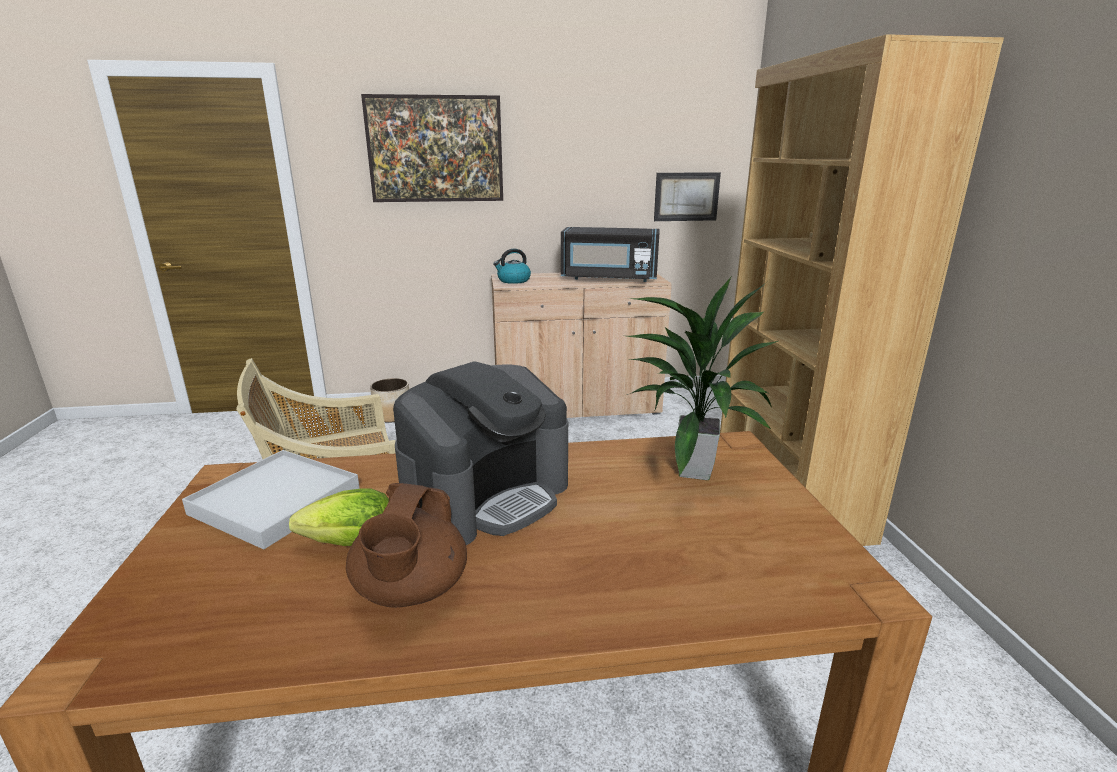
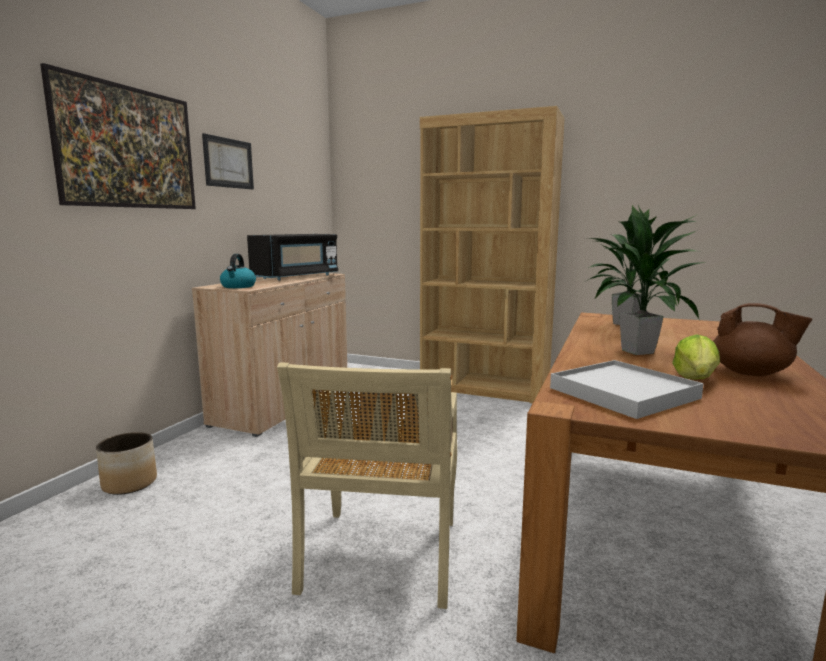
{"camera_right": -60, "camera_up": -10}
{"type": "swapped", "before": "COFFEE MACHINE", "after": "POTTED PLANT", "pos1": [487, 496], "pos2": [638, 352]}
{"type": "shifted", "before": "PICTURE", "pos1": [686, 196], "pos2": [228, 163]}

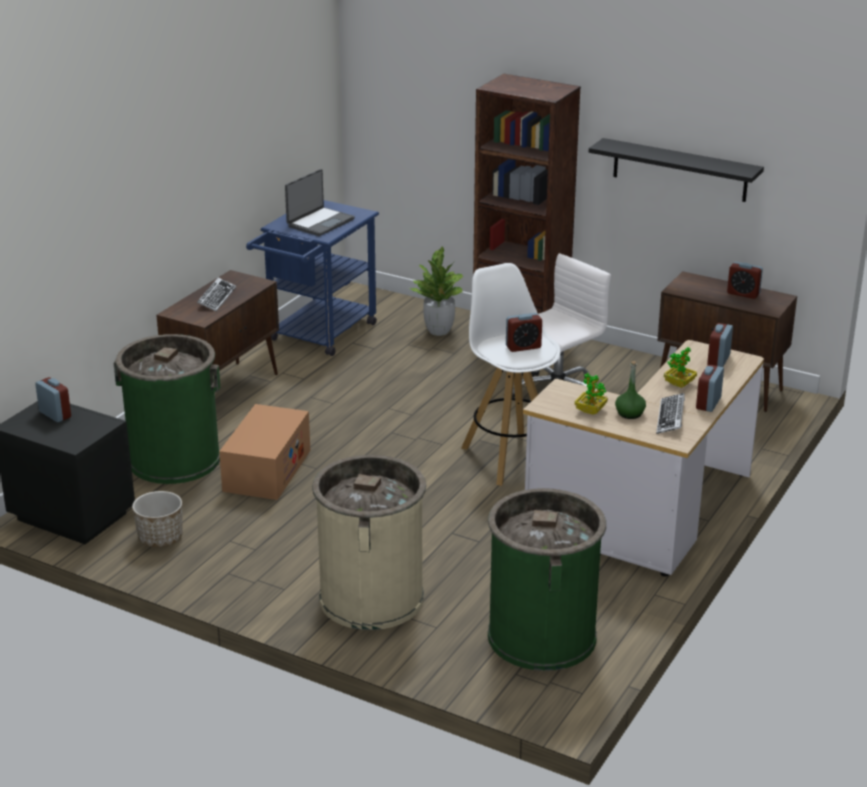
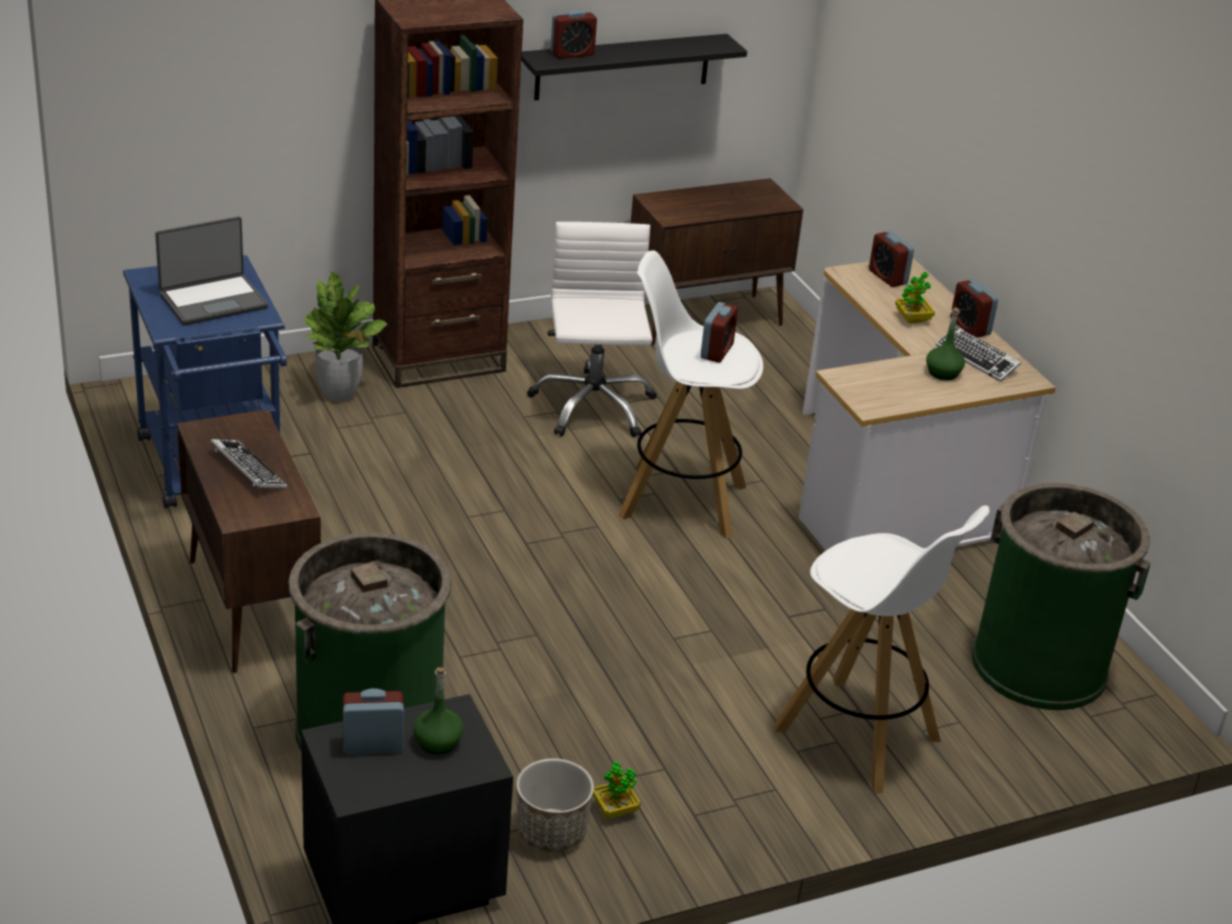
{"camera_right": -55, "camera_up": 5}
{"type": "gone", "before": "CARDBOARD BOX", "pos1": [267, 470]}
{"type": "rotated", "before": "LAPTOP", "pos1": [320, 222], "pos2": [213, 301], "turn": 75}
{"type": "swapped", "before": "BEIGE TRASH CAN", "after": "WHITE STOOL", "pos1": [371, 597], "pos2": [859, 735]}
{"type": "shifted", "before": "POTTED PLANT", "pos1": [590, 411], "pos2": [614, 810]}
{"type": "shifted", "before": "ALARM CLOCK", "pos1": [743, 294], "pos2": [572, 54]}
{"type": "new", "after": "GREEN BOTTLE", "pos2": [438, 742]}

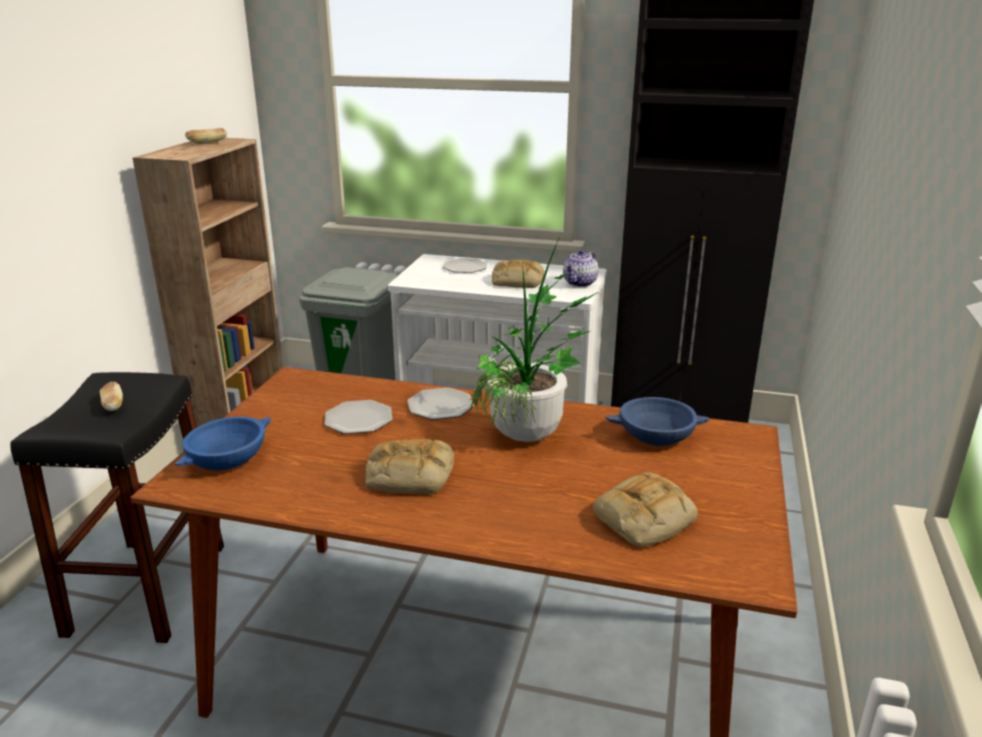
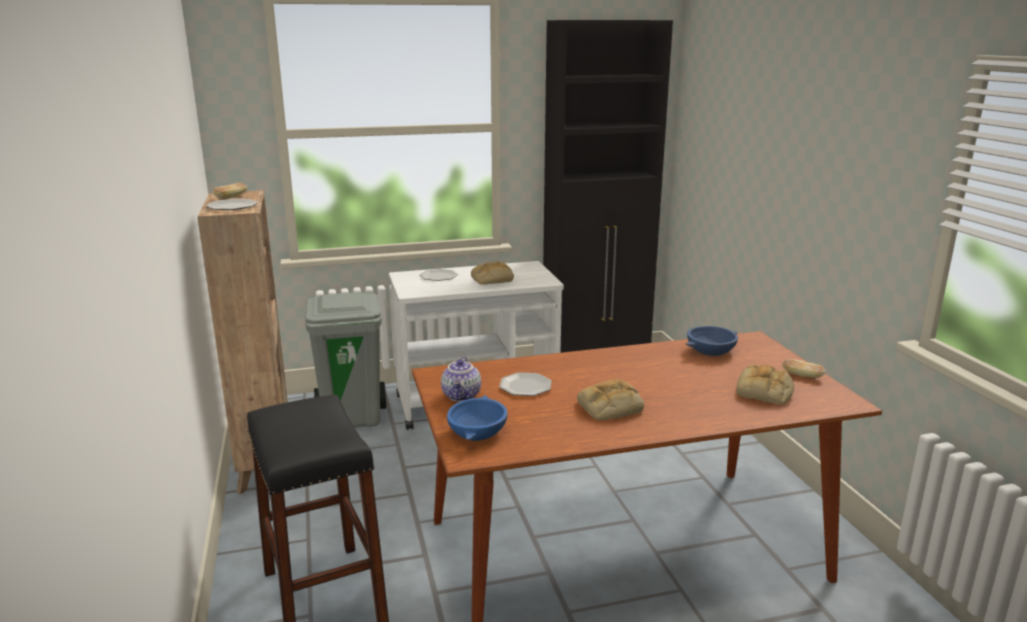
{"camera_right": -30, "camera_up": -5}
{"type": "shifted", "before": "BREAD", "pos1": [113, 405], "pos2": [802, 376]}
{"type": "shifted", "before": "PLATE", "pos1": [440, 406], "pos2": [232, 207]}
{"type": "gone", "before": "POTTED PLANT", "pos1": [526, 442]}
{"type": "shifted", "before": "TEAPOT", "pos1": [580, 283], "pos2": [462, 396]}

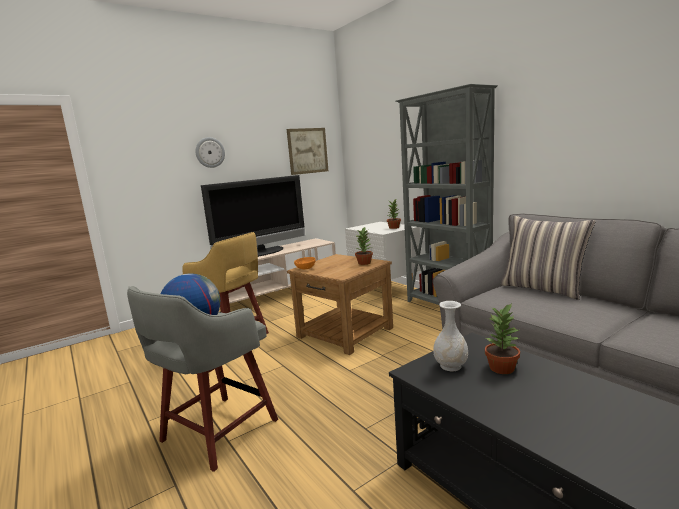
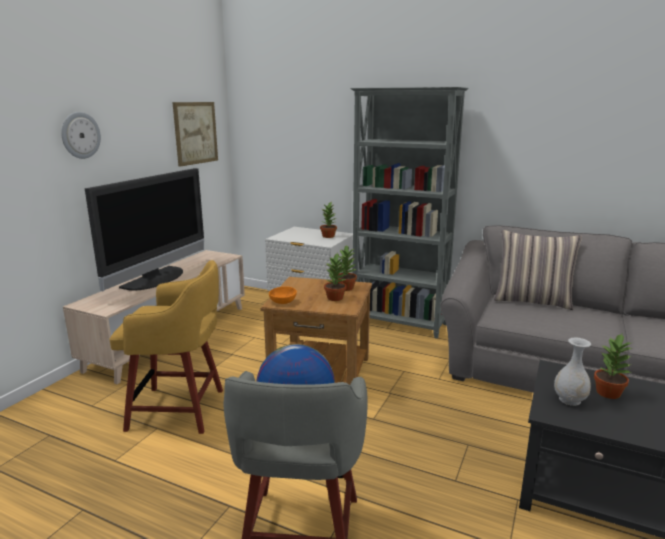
{"camera_right": -30, "camera_up": 5}
{"type": "new", "after": "POTTED PLANT", "pos2": [335, 298]}

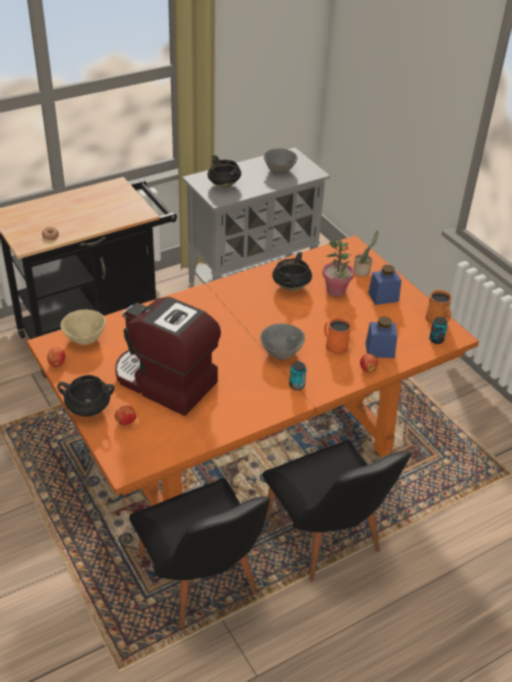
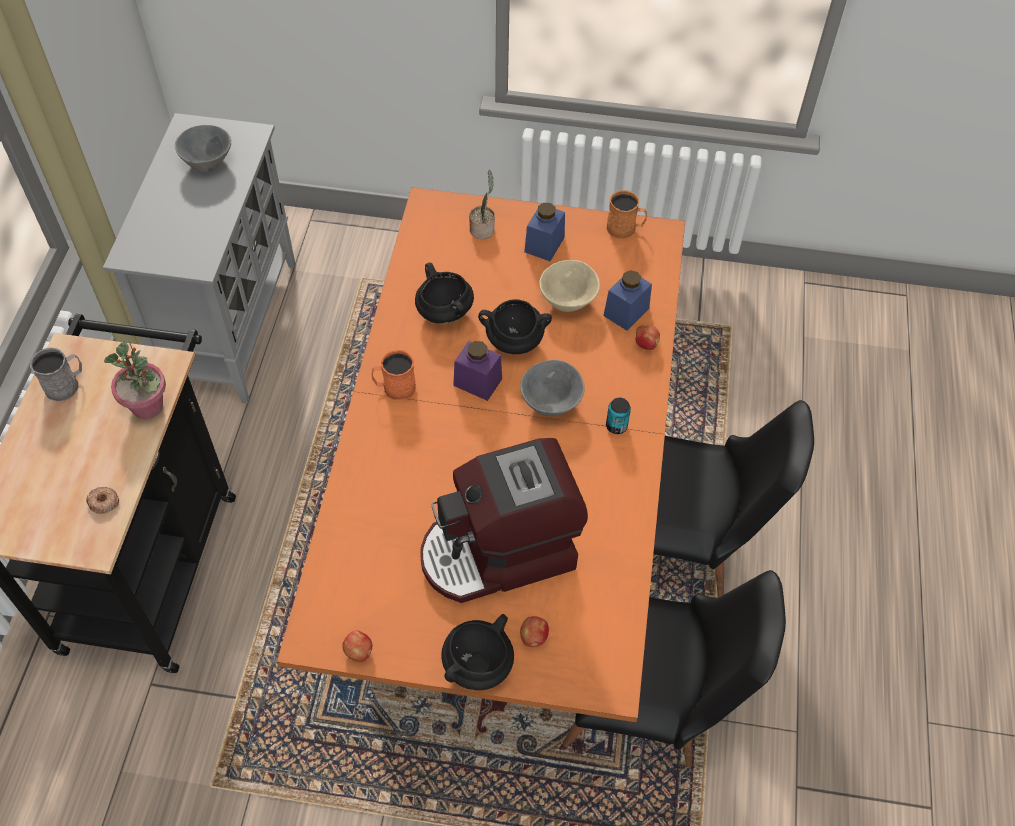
{"camera_right": -50, "camera_up": 15}
{"type": "shifted", "before": "BEIGE BOWL", "pos1": [84, 338], "pos2": [566, 300]}
{"type": "shifted", "before": "BLACK COOKING POT", "pos1": [223, 184], "pos2": [513, 342]}
{"type": "shifted", "before": "POTTED PLANT", "pos1": [336, 291], "pos2": [148, 406]}
{"type": "shifted", "before": "ORANGE MUG", "pos1": [334, 345], "pos2": [394, 388]}
{"type": "gone", "before": "CAN", "pos1": [436, 340]}
{"type": "new", "after": "GREY MUG", "pos2": [66, 385]}
{"type": "new", "after": "PURPLE JAR", "pos2": [477, 382]}

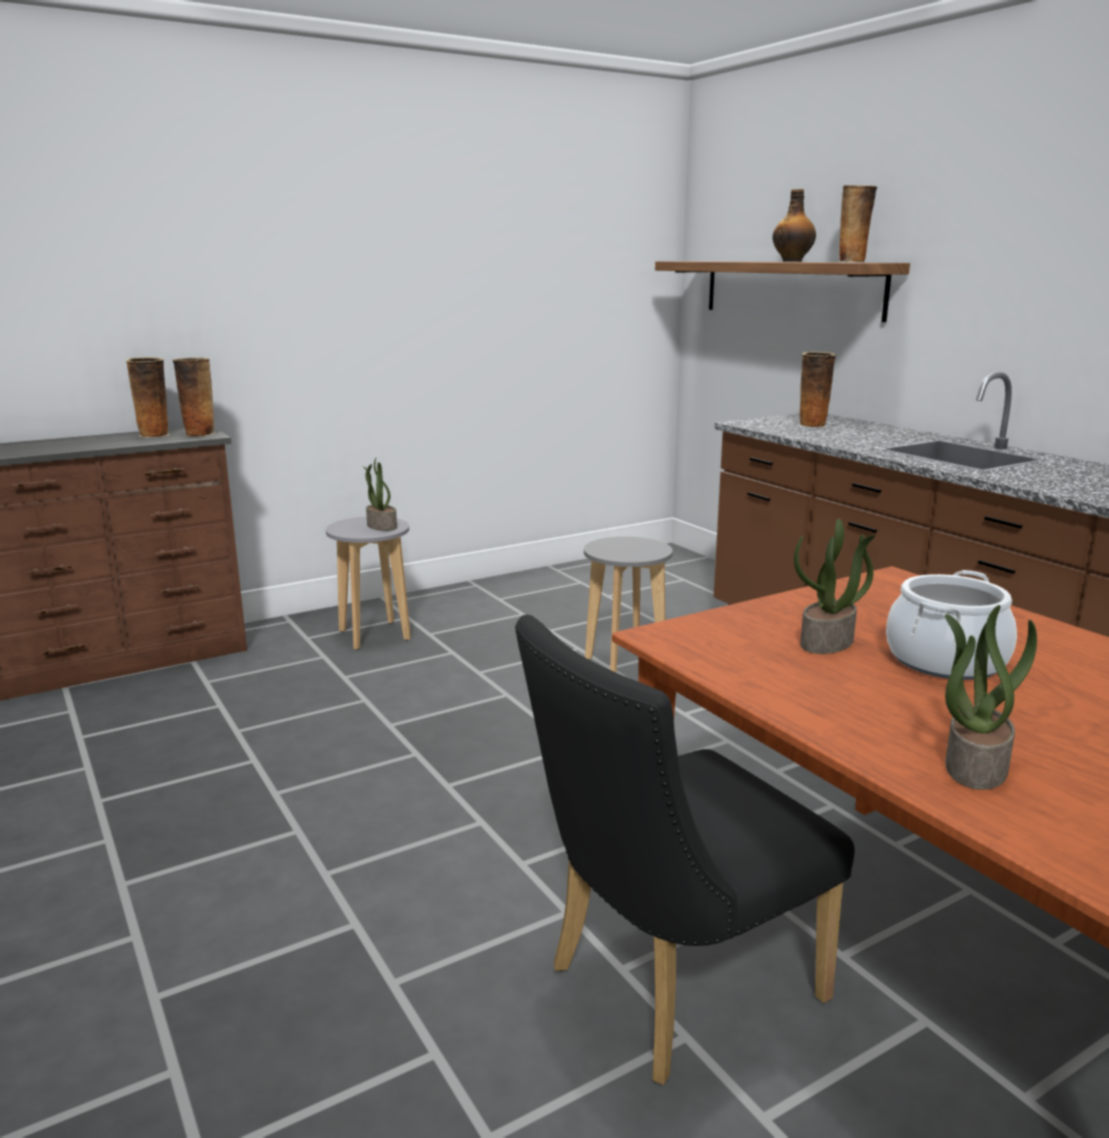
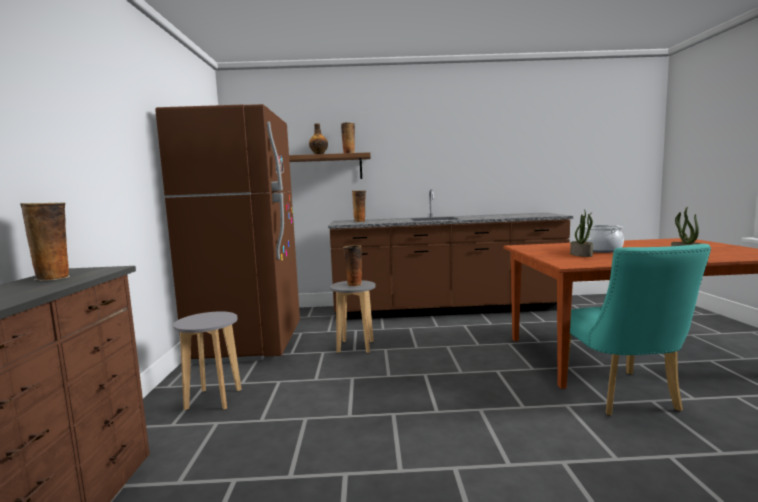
{"camera_right": -60, "camera_up": -10}
{"type": "shifted", "before": "VASE", "pos1": [199, 434], "pos2": [353, 284]}
{"type": "gone", "before": "POTTED PLANT", "pos1": [381, 526]}
{"type": "repainted", "before": "BLACK CHAIR", "after": "TURQUOISE CHAIR", "pos1": [668, 989], "pos2": [623, 397]}
{"type": "new", "after": "BROWN FRIDGE", "pos2": [249, 343]}

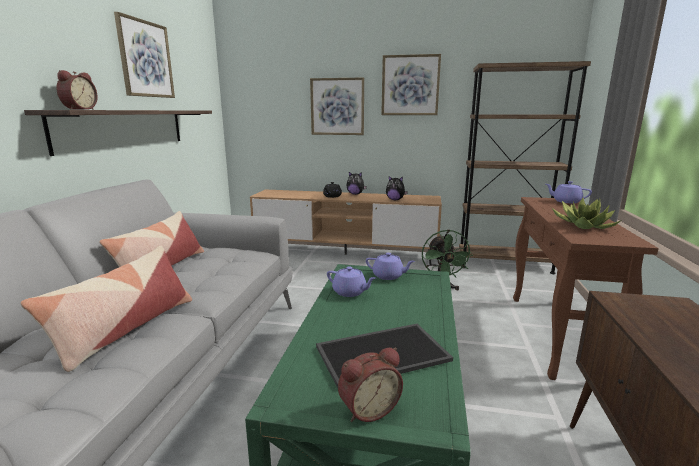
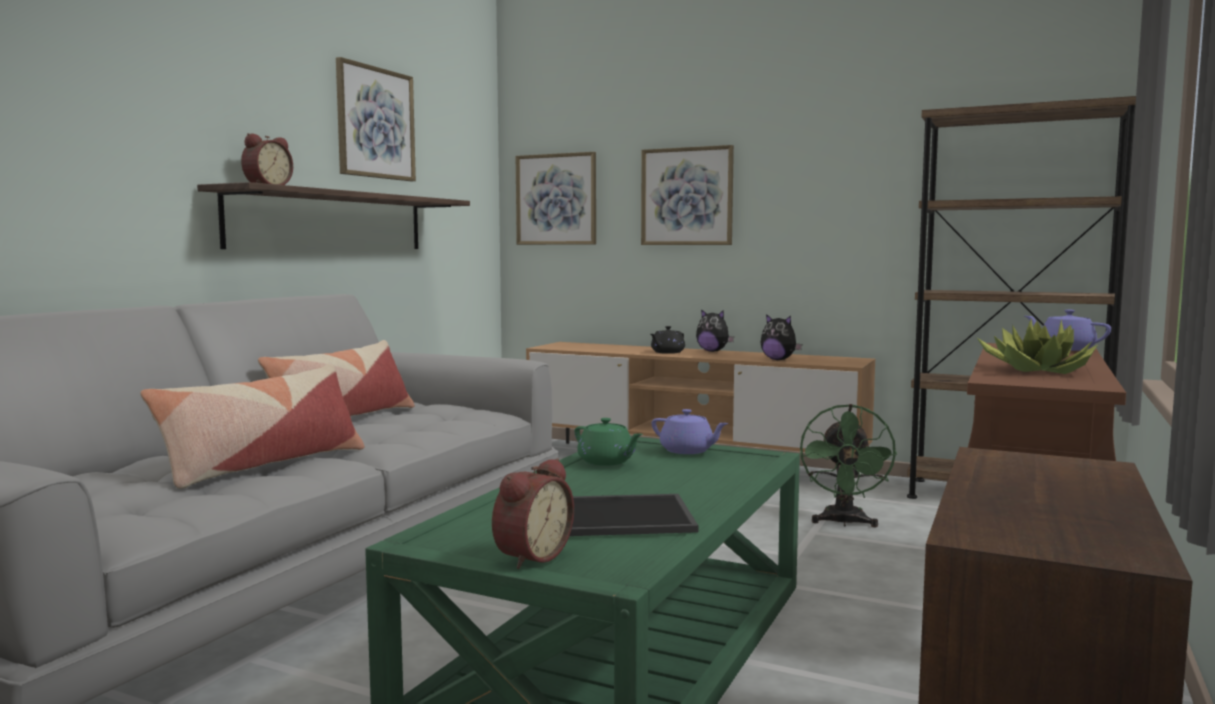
{"camera_right": 15, "camera_up": -10}
{"type": "repainted", "before": "PURPLE TEAPOT", "after": "GREEN TEAPOT", "pos1": [350, 292], "pos2": [607, 462]}
{"type": "rotated", "before": "ALARM CLOCK", "pos1": [368, 408], "pos2": [530, 556], "turn": -45}
{"type": "shifted", "before": "PICTURE", "pos1": [410, 85], "pos2": [556, 199]}

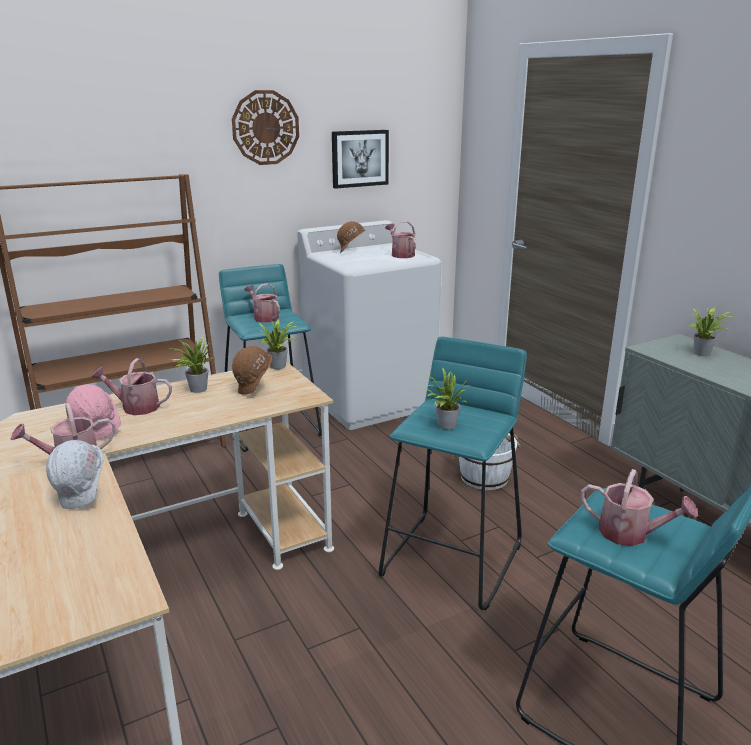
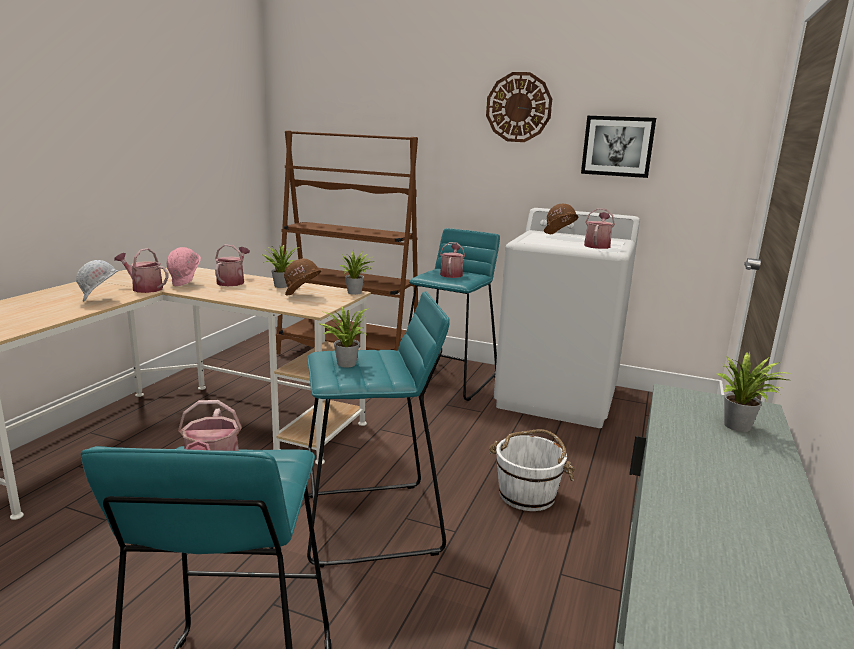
{"camera_right": 50, "camera_up": -5}
{"type": "rotated", "before": "WATERING CAN", "pos1": [135, 407], "pos2": [232, 282], "turn": 45}

